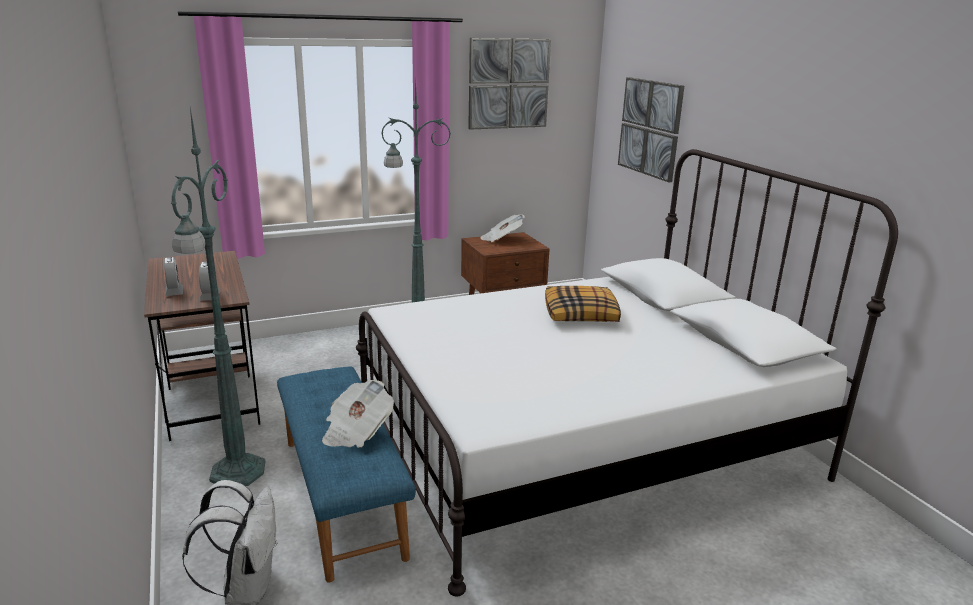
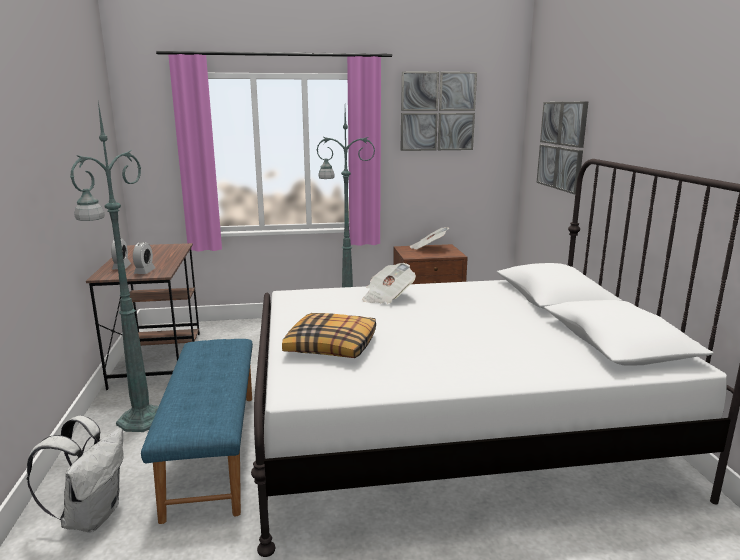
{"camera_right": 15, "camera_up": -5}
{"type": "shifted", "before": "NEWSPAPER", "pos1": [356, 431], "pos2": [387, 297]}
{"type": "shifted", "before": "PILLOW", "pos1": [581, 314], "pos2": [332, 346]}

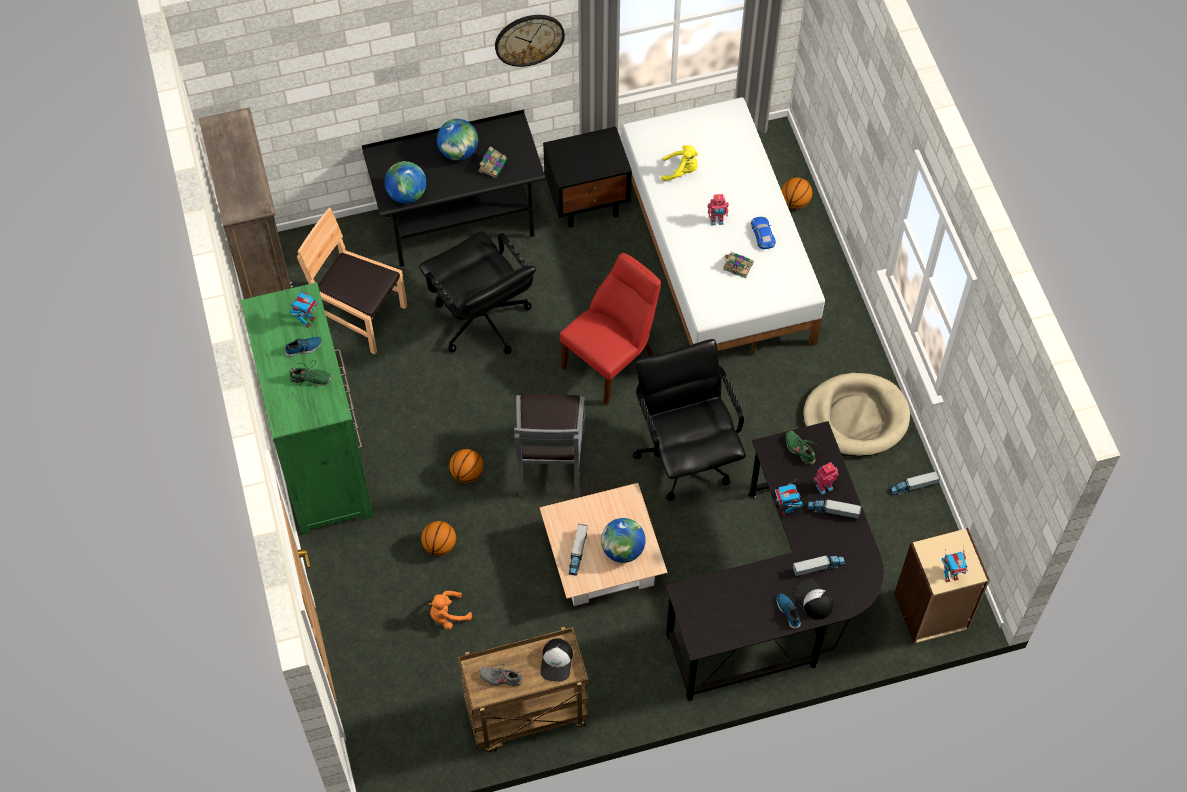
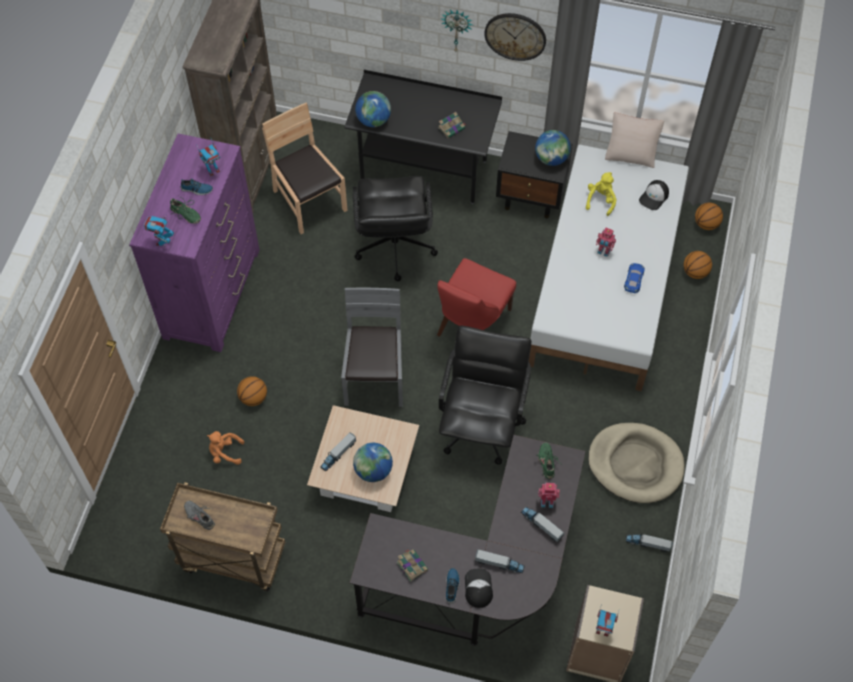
{"camera_right": 30, "camera_up": 0}
{"type": "repainted", "before": "GREEN DRESSER", "after": "PURPLE DRESSER", "pos1": [322, 461], "pos2": [212, 293]}
{"type": "shifted", "before": "GLOBE", "pos1": [458, 152], "pos2": [551, 159]}
{"type": "shifted", "before": "BASKETBALL", "pos1": [467, 474], "pos2": [706, 224]}
{"type": "rotated", "before": "GREY CHAIR", "pos1": [550, 462], "pos2": [375, 377], "turn": 150}
{"type": "shifted", "before": "CAP", "pos1": [557, 661], "pos2": [654, 197]}
{"type": "rotated", "before": "RED CHAIR", "pos1": [612, 361], "pos2": [471, 324], "turn": 135}
{"type": "rotated", "before": "YELLOW PLUSH TOY", "pos1": [681, 171], "pos2": [601, 200], "turn": -105}
{"type": "shifted", "before": "BOOK", "pos1": [737, 265], "pos2": [411, 565]}
{"type": "shifted", "before": "TOY ROBOT", "pos1": [786, 509], "pos2": [162, 242]}
{"type": "new", "after": "WALL CLOCK", "pos2": [457, 29]}
{"type": "new", "after": "BEIGE PILLOW", "pos2": [631, 152]}

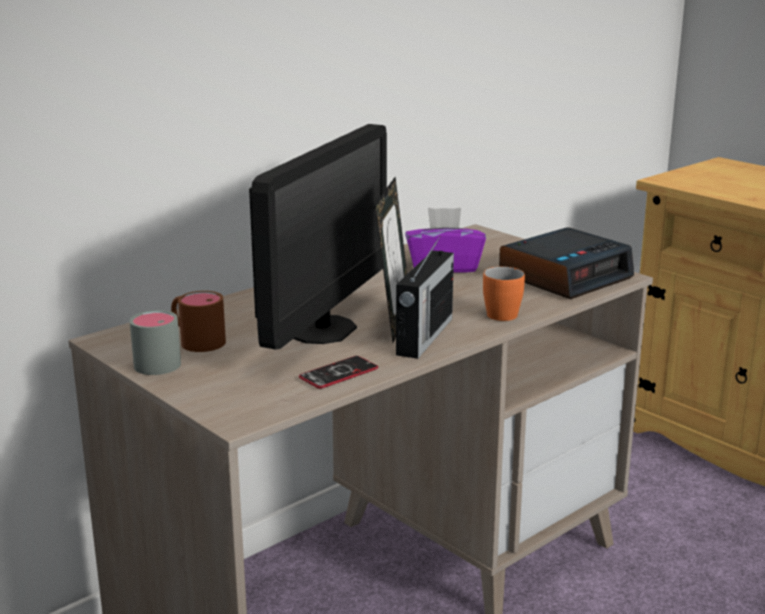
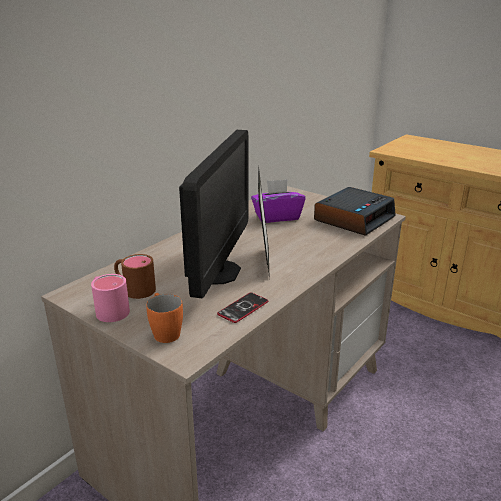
{"camera_right": -10, "camera_up": 5}
{"type": "repainted", "before": "GREY MUG", "after": "PINK MUG", "pos1": [153, 361], "pos2": [108, 309]}
{"type": "gone", "before": "RADIO", "pos1": [423, 337]}
{"type": "shifted", "before": "ORANGE MUG", "pos1": [498, 312], "pos2": [164, 331]}

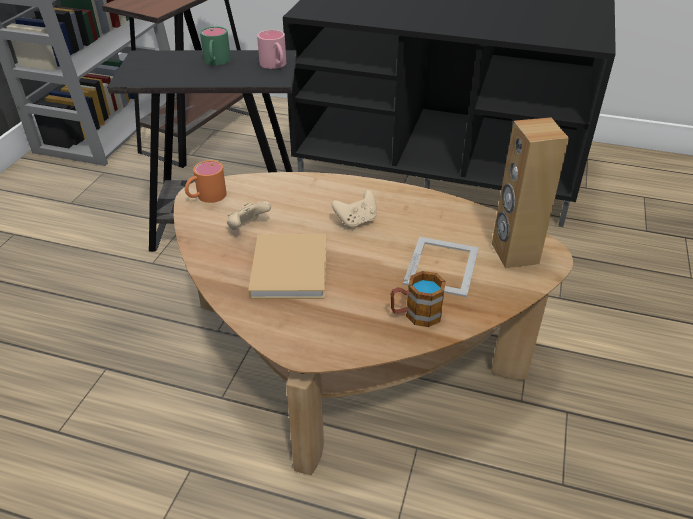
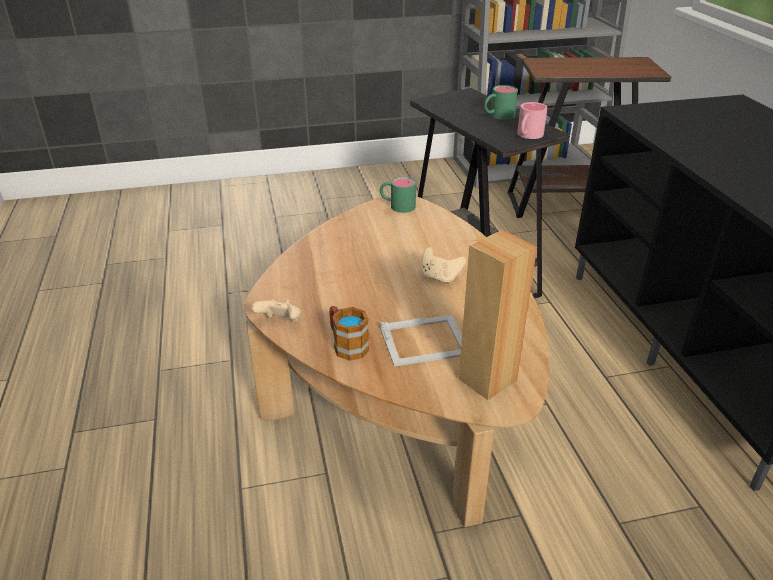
{"camera_right": 60, "camera_up": -5}
{"type": "repainted", "before": "ORANGE MUG", "after": "GREEN MUG", "pos1": [206, 197], "pos2": [397, 205]}
{"type": "shifted", "before": "BEIGE GAME CONTROLLER", "pos1": [248, 227], "pos2": [280, 322]}
{"type": "gone", "before": "BEIGE BOOK", "pos1": [290, 266]}

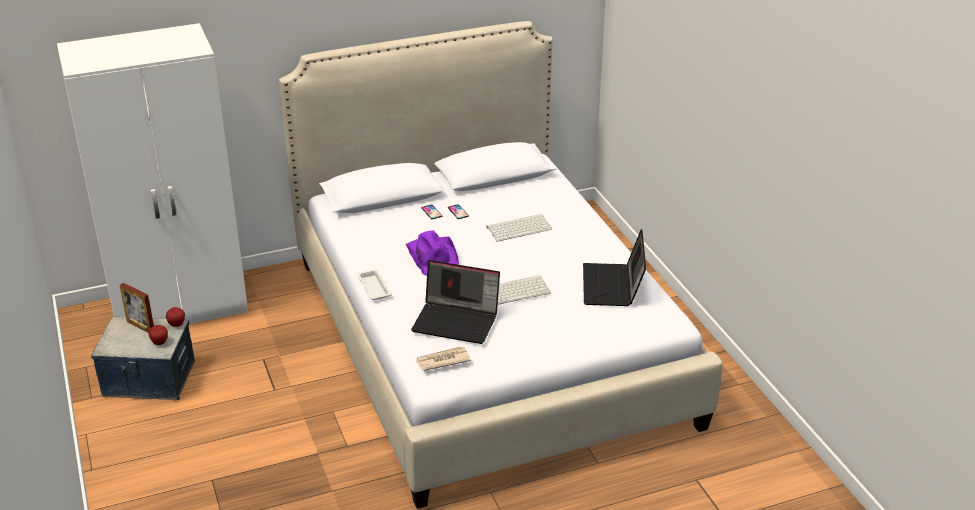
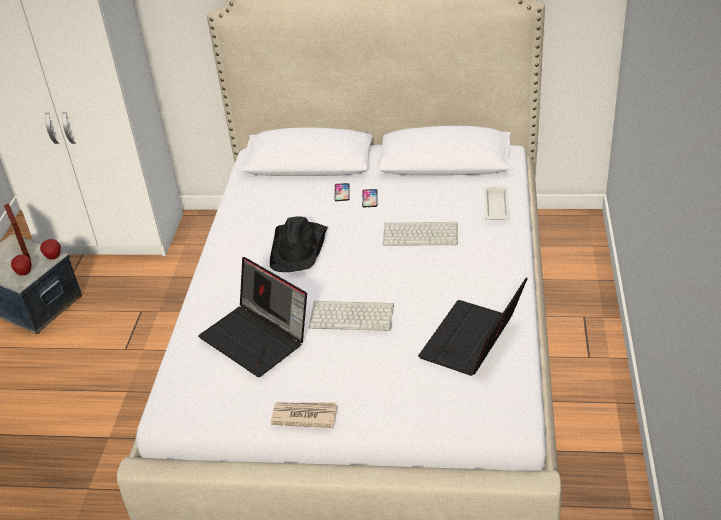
{"camera_right": 30, "camera_up": 5}
{"type": "shifted", "before": "WHITE TRAY", "pos1": [374, 287], "pos2": [496, 206]}
{"type": "repainted", "before": "PURPLE HAT", "after": "BLACK HAT", "pos1": [433, 257], "pos2": [299, 248]}
{"type": "shifted", "before": "NEWSPAPER", "pos1": [442, 360], "pos2": [304, 416]}

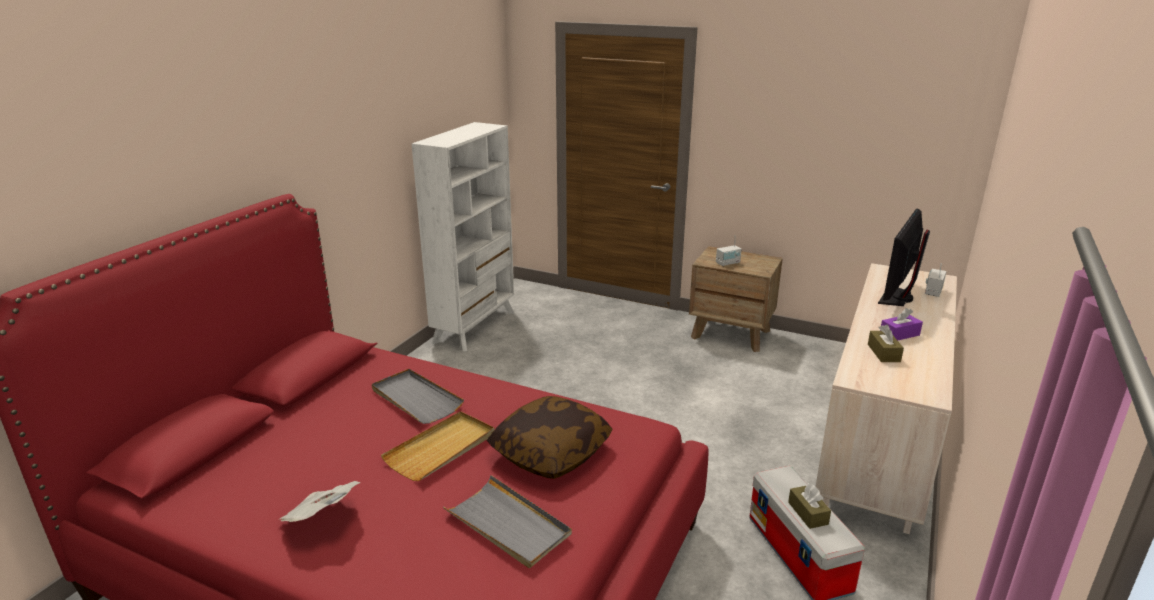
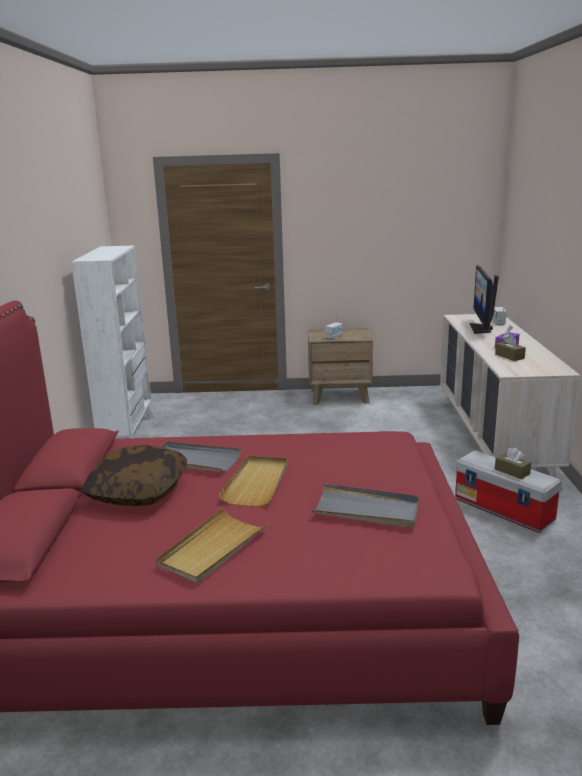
{"camera_right": -25, "camera_up": -5}
{"type": "swapped", "before": "NEWSPAPER", "after": "BEIGE TRAY", "pos1": [322, 518], "pos2": [212, 548]}
{"type": "shifted", "before": "PILLOW", "pos1": [551, 452], "pos2": [138, 491]}

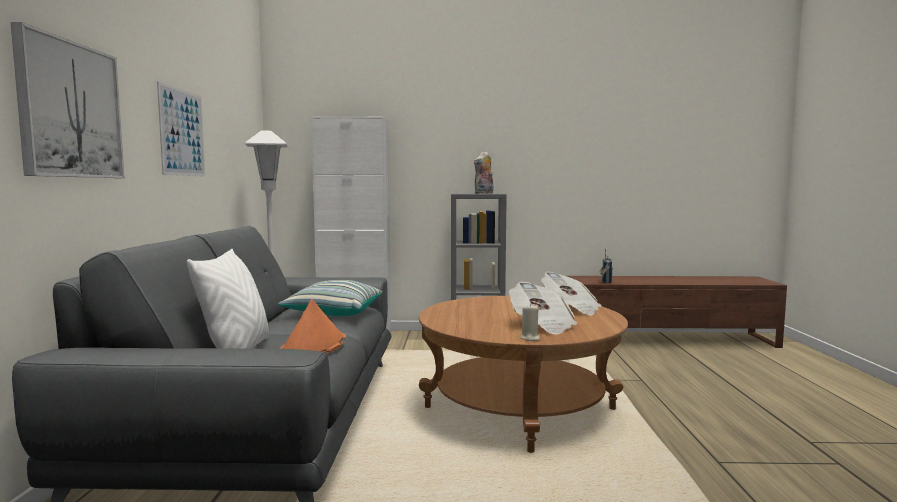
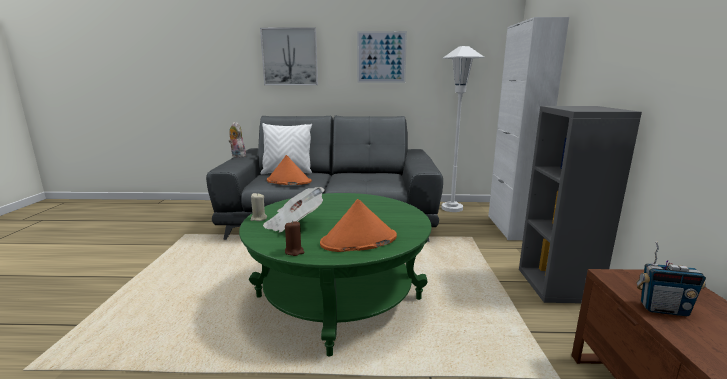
{"camera_right": 90, "camera_up": 10}
{"type": "gone", "before": "PILLOW", "pos1": [333, 313]}
{"type": "repainted", "before": "BROWN COFFEE TABLE", "after": "GREEN COFFEE TABLE", "pos1": [519, 409], "pos2": [338, 298]}
{"type": "shifted", "before": "PLUSH TOY", "pos1": [484, 193], "pos2": [237, 156]}
{"type": "swapped", "before": "NEWSPAPER", "after": "ORANGE HAT", "pos1": [571, 309], "pos2": [358, 241]}
{"type": "new", "after": "BROWN CANDLE", "pos2": [294, 251]}

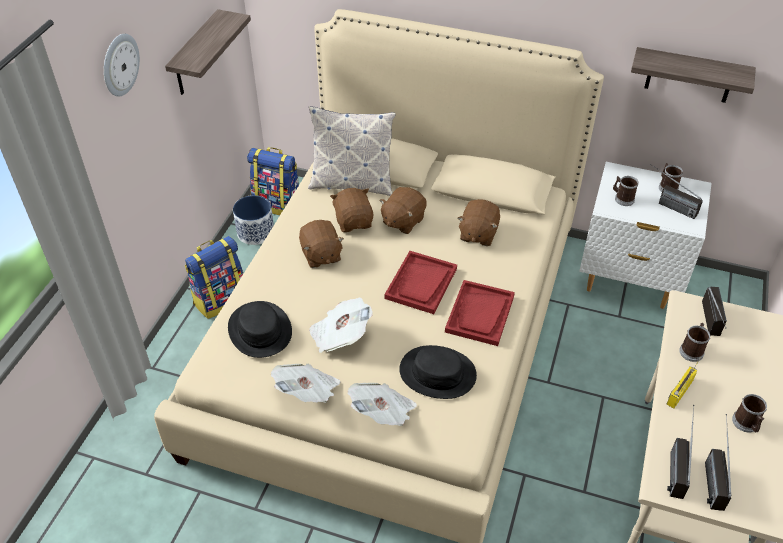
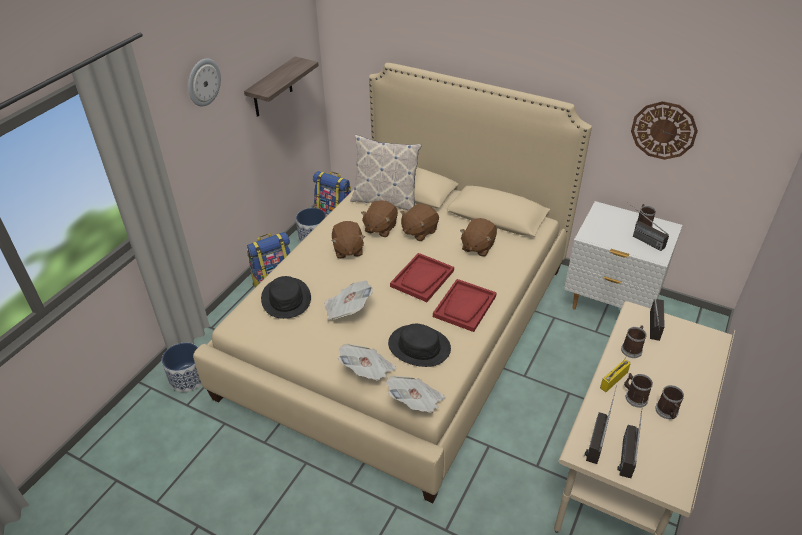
{"camera_right": 10, "camera_up": -5}
{"type": "shifted", "before": "NEWSPAPER", "pos1": [308, 392], "pos2": [416, 403]}
{"type": "rotated", "before": "BROWN PLUSH TOY", "pos1": [354, 221], "pos2": [380, 228], "turn": -150}
{"type": "shifted", "before": "MUG", "pos1": [622, 198], "pos2": [634, 397]}
{"type": "swapped", "before": "SHELF", "after": "WALL CLOCK", "pos1": [689, 76], "pos2": [663, 130]}
{"type": "new", "after": "PLANTER", "pos2": [188, 378]}

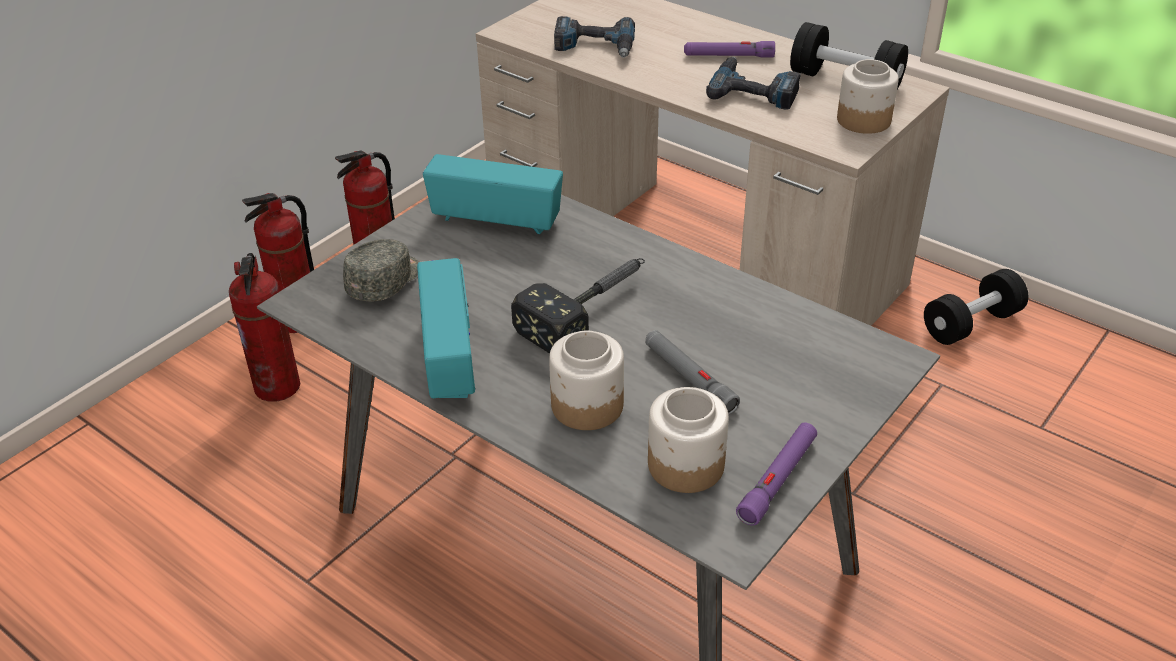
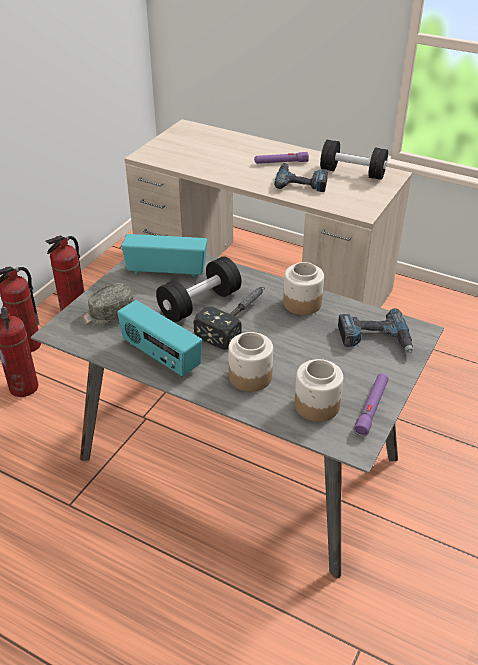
{"camera_right": -10, "camera_up": 0}
{"type": "rotated", "before": "GREY CAP", "pos1": [385, 282], "pos2": [108, 314], "turn": -135}
{"type": "rotated", "before": "RADIO", "pos1": [450, 357], "pos2": [160, 356], "turn": 150}
{"type": "shifted", "before": "POWER DRILL", "pos1": [594, 46], "pos2": [375, 339]}
{"type": "gone", "before": "GREY FLASHLIGHT", "pos1": [688, 378]}
{"type": "shifted", "before": "JAR", "pos1": [863, 120], "pos2": [301, 303]}
{"type": "shifted", "before": "BLACK DUMBBELL", "pos1": [971, 324], "pos2": [200, 304]}

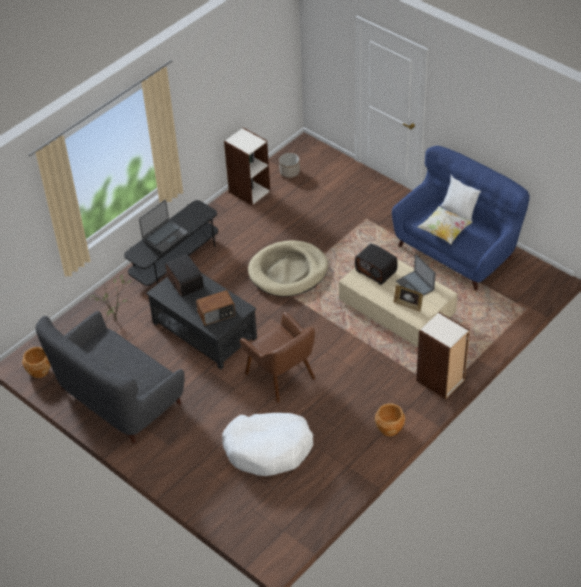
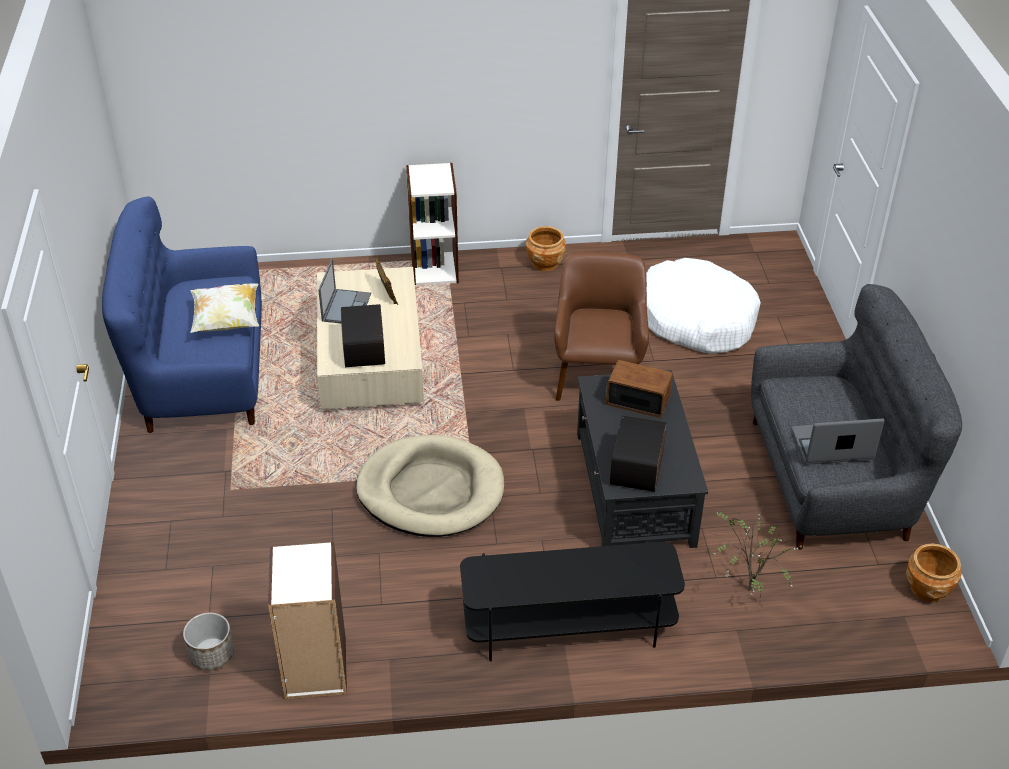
{"camera_right": -140, "camera_up": -5}
{"type": "shifted", "before": "LAPTOP", "pos1": [165, 236], "pos2": [832, 446]}
{"type": "gone", "before": "WHITE PILLOW", "pos1": [459, 211]}

